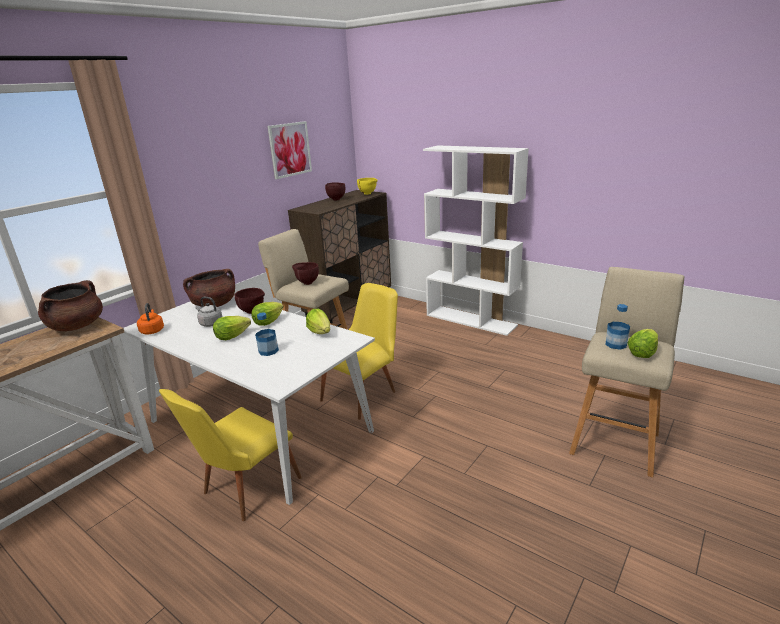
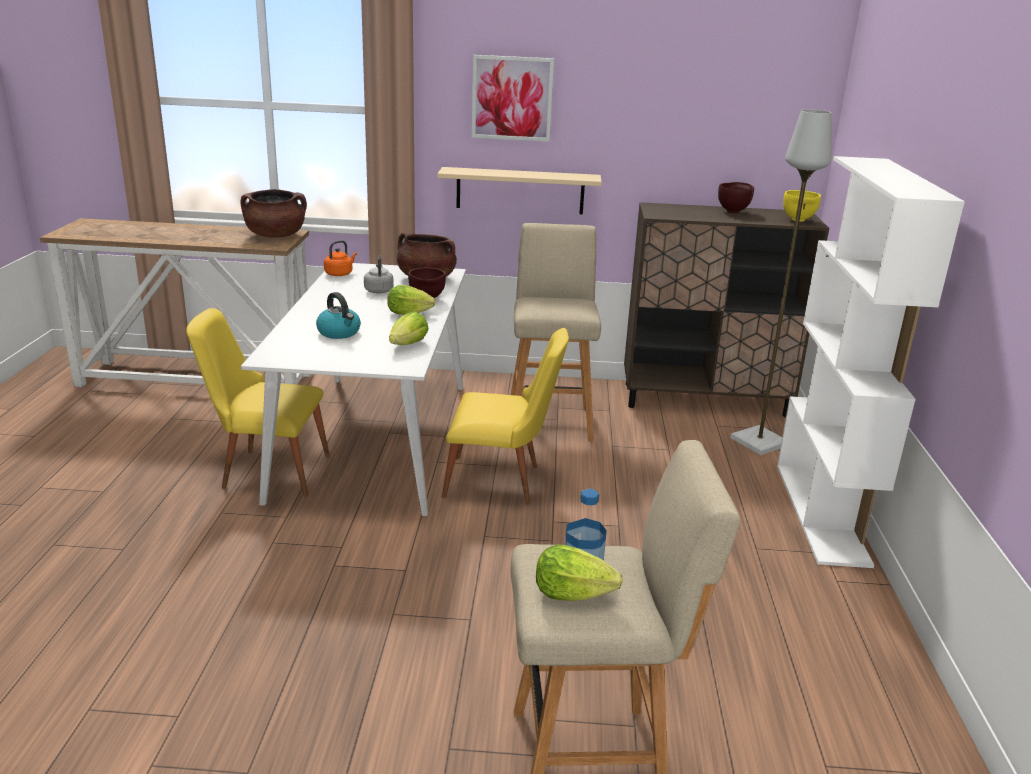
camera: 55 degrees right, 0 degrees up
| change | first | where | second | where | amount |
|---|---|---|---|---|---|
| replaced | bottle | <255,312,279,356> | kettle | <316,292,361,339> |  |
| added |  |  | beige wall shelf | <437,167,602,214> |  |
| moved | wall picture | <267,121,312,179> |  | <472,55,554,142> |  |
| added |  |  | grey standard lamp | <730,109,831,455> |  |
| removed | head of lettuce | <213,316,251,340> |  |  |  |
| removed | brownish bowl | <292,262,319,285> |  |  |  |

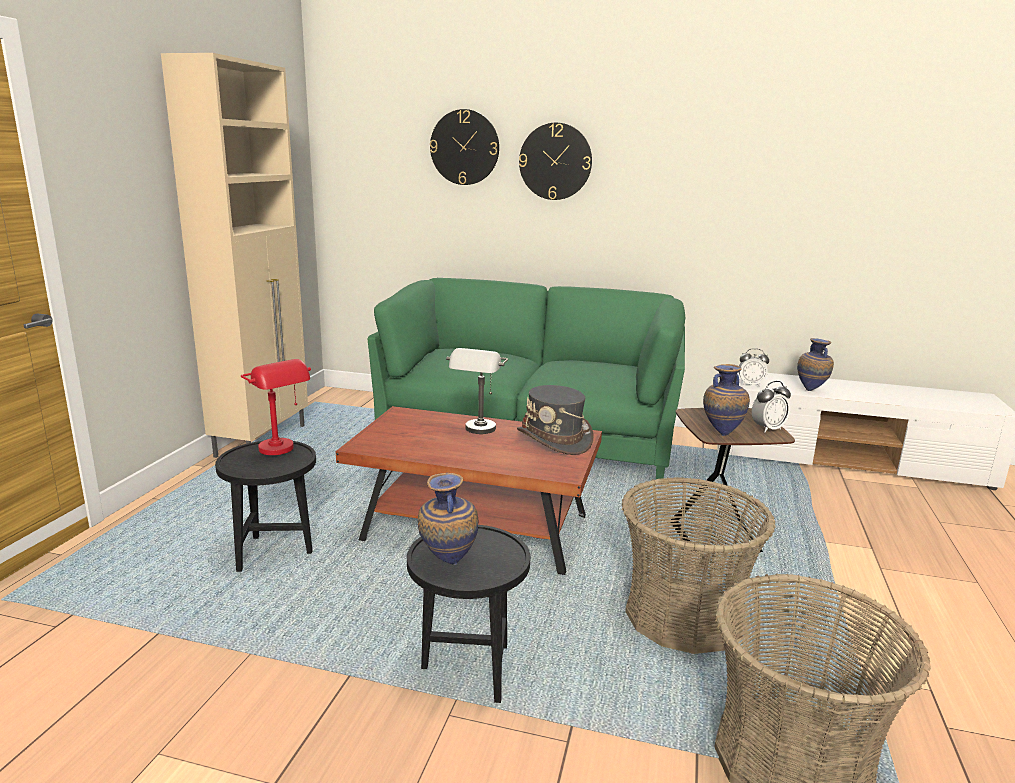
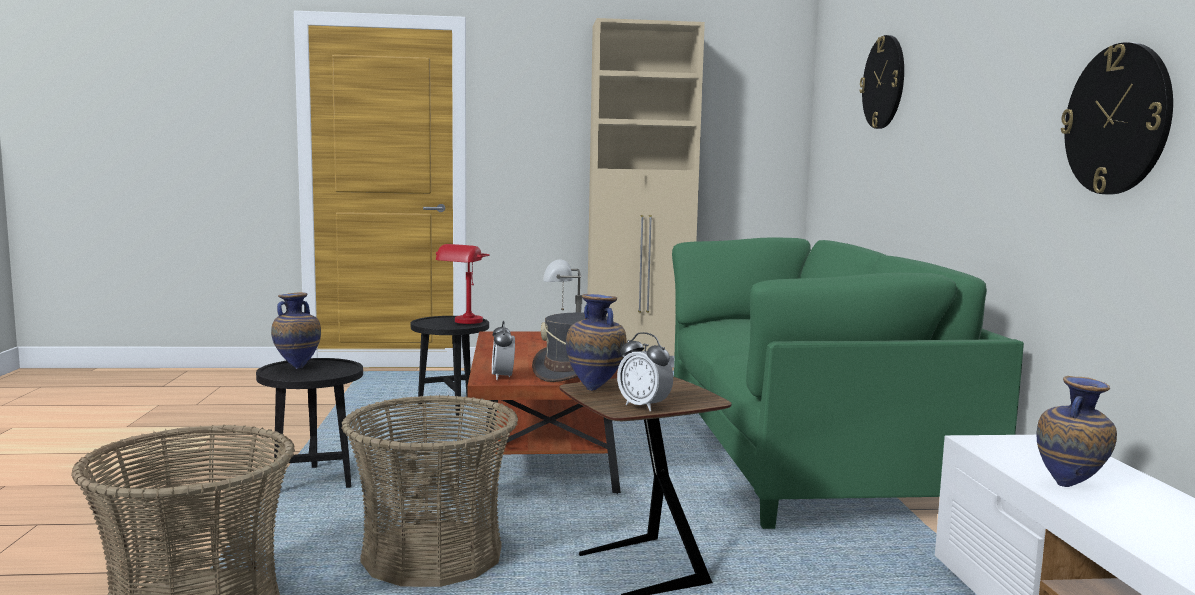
camera: 70 degrees right, 10 degrees down
| change | first | where | second | where | amount |
|---|---|---|---|---|---|
| moved | alarm clock | <739,348,769,387> |  | <492,321,515,380> |  |
| moved | clock on the wall | <519,123,592,200> |  | <1061,42,1173,194> |  |

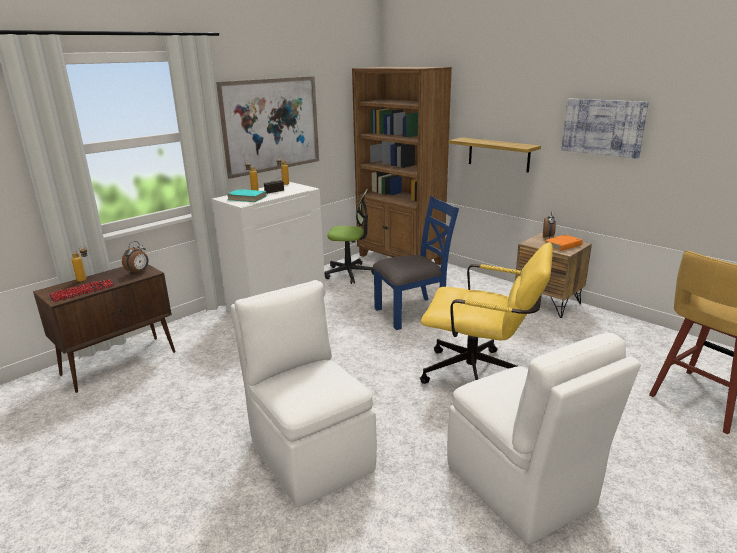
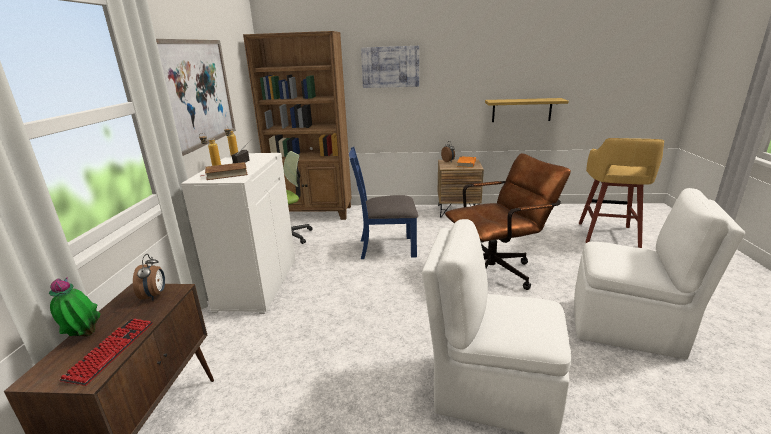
camera: 40 degrees left, 0 degrees up
| change | first | where | second | where | amount |
|---|---|---|---|---|---|
| replaced | bottle | <71,246,87,282> | plant in a pot | <49,277,100,337> |  |
| recoloured | blue-green bound book | <227,189,267,202> | brownish bound book | <202,162,248,180> |  |
| turned | blue-coloured upright chair | <373,196,459,330> |  | <349,147,418,259> | 120 degrees counterclockwise |
| moved | wall picture | <561,99,649,159> |  | <361,46,419,88> |  |
| recoloured | yellowish desk chair | <420,242,553,384> | brownish desk chair | <445,153,571,290> |  |
| moved | wall shelf | <448,137,541,172> |  | <485,98,569,122> |  |

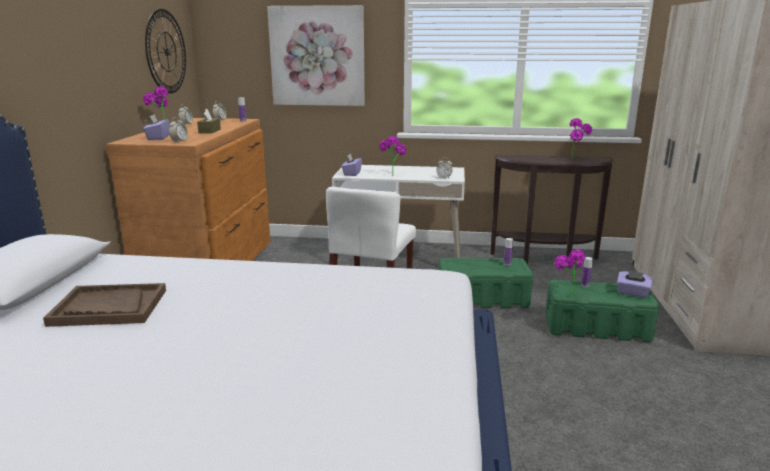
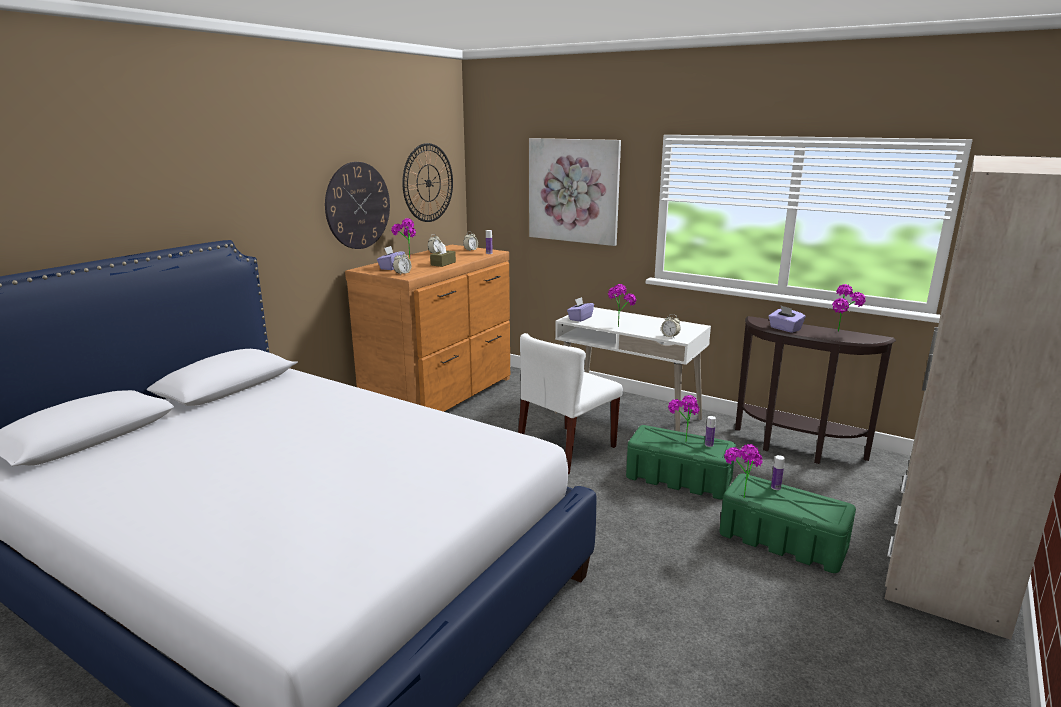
camera: 25 degrees right, 0 degrees up
| change | first | where | second | where | amount |
|---|---|---|---|---|---|
| added |  |  | clock on the wall | <325,162,390,249> |  |
| added |  |  | plant in a pot | <668,395,699,442> |  |
| moved | purplish box of tissues | <617,270,653,298> |  | <769,306,806,333> |  |
| removed | brownish carrying tray | <43,283,166,327> |  |  |  |

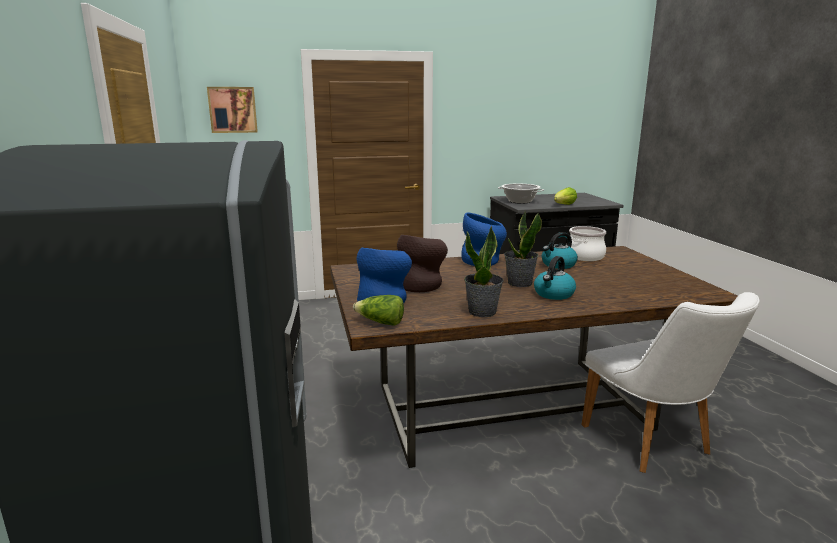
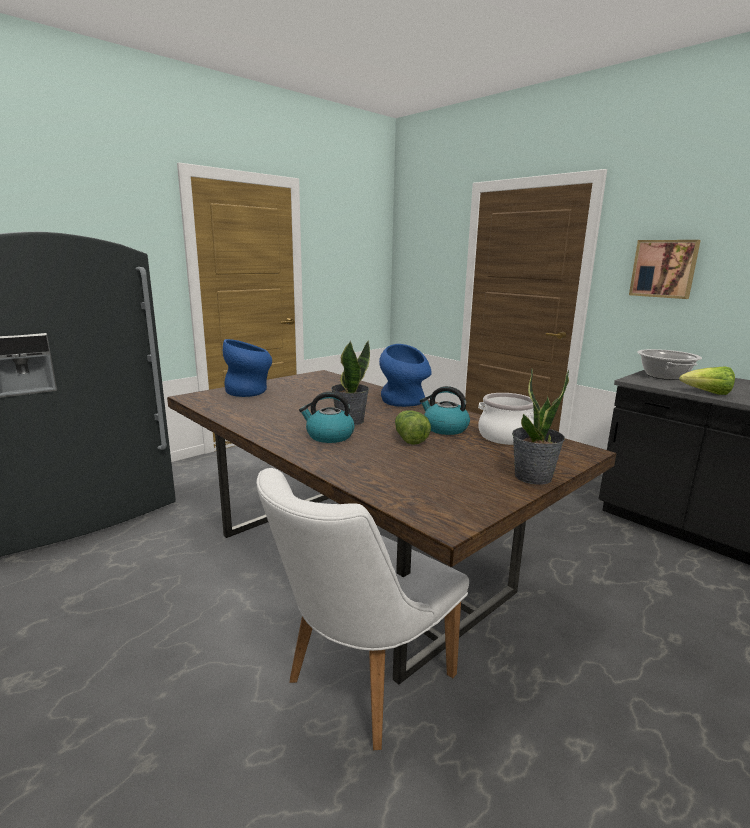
camera: 60 degrees right, 0 degrees up
| change | first | where | second | where | amount |
|---|---|---|---|---|---|
| moved | head of lettuce | <353,295,404,326> |  | <395,410,431,445> |  |
| moved | plant in a pot | <464,226,504,317> |  | <512,369,569,485> |  |
| moved | wall picture | <207,87,258,133> |  | <629,240,701,299> |  |
| removed | brownish vase | <397,235,448,292> |  |  |  |

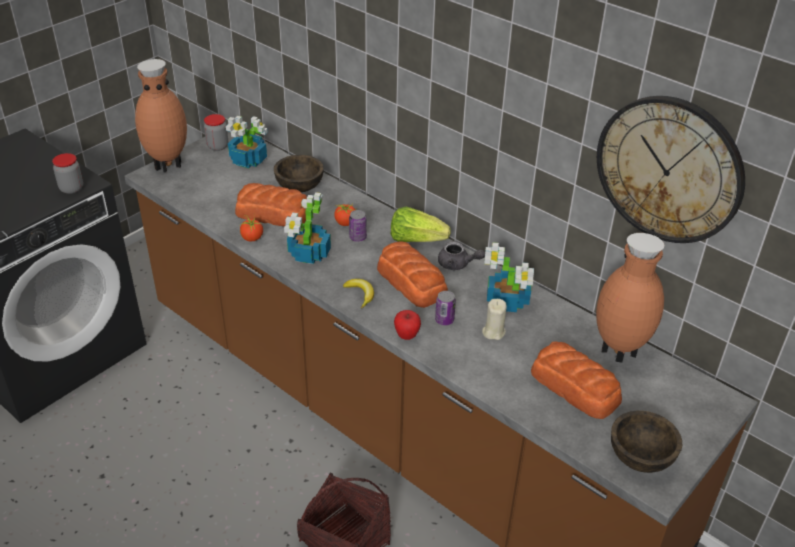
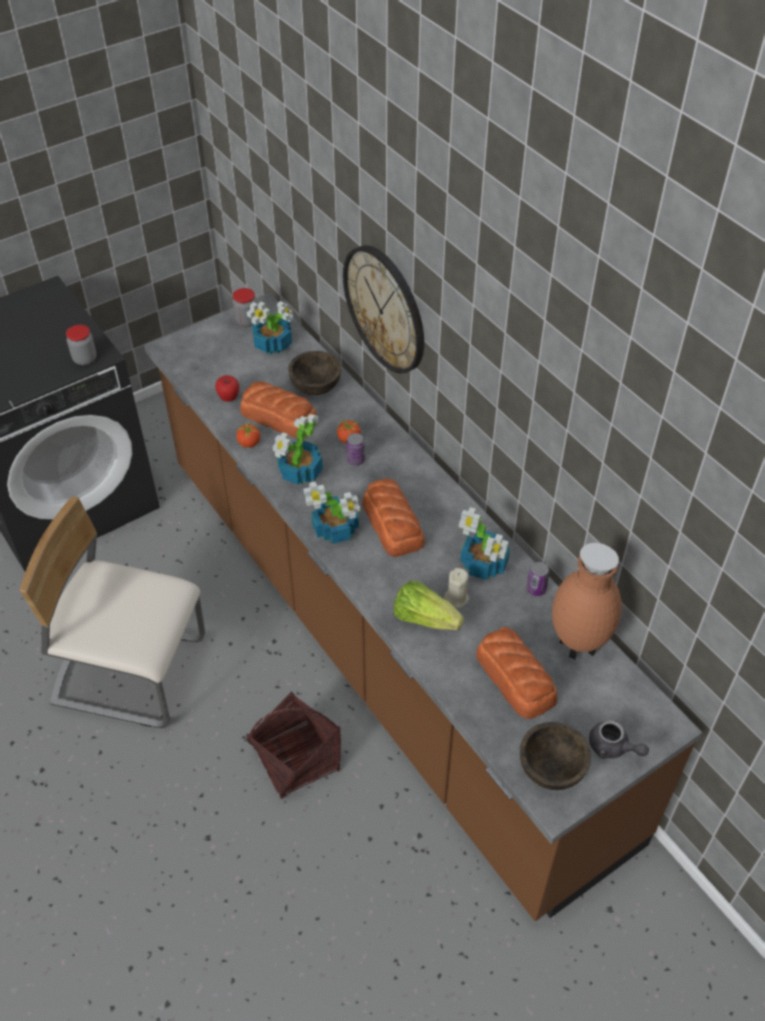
camera: 15 degrees right, 10 degrees up
| change | first | where | second | where | amount |
|---|---|---|---|---|---|
| added |  |  | beige upright chair | <20,496,205,728> |  |
| moved | whole apple | <394,310,421,340> |  | <215,375,239,402> |  |
| replaced | whole banana | <343,279,374,309> | plant in a pot | <303,482,360,544> |  |
| moved | clock on the wall | <597,96,745,243> |  | <343,245,424,374> |  |
| moved | head of lettuce | <391,207,451,242> |  | <394,581,464,630> |  |
| moved | sealed can | <435,291,456,326> |  | <526,562,550,596> |  |
| moved | grey tea pot | <438,242,485,270> |  | <589,720,649,759> |  |
| removed | brownish vase | <135,59,187,173> |  |  |  |

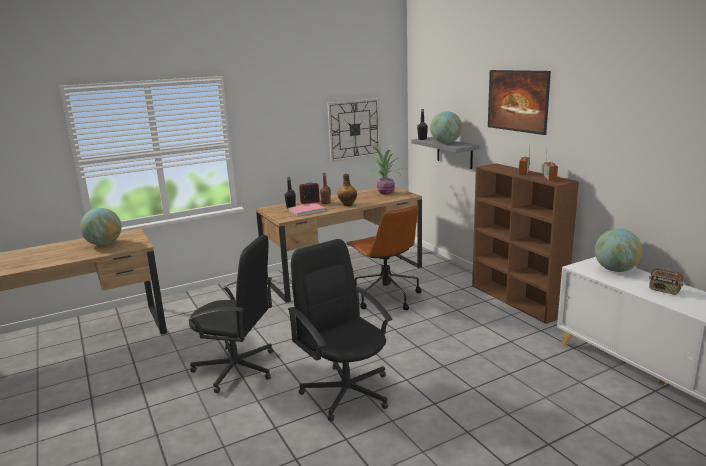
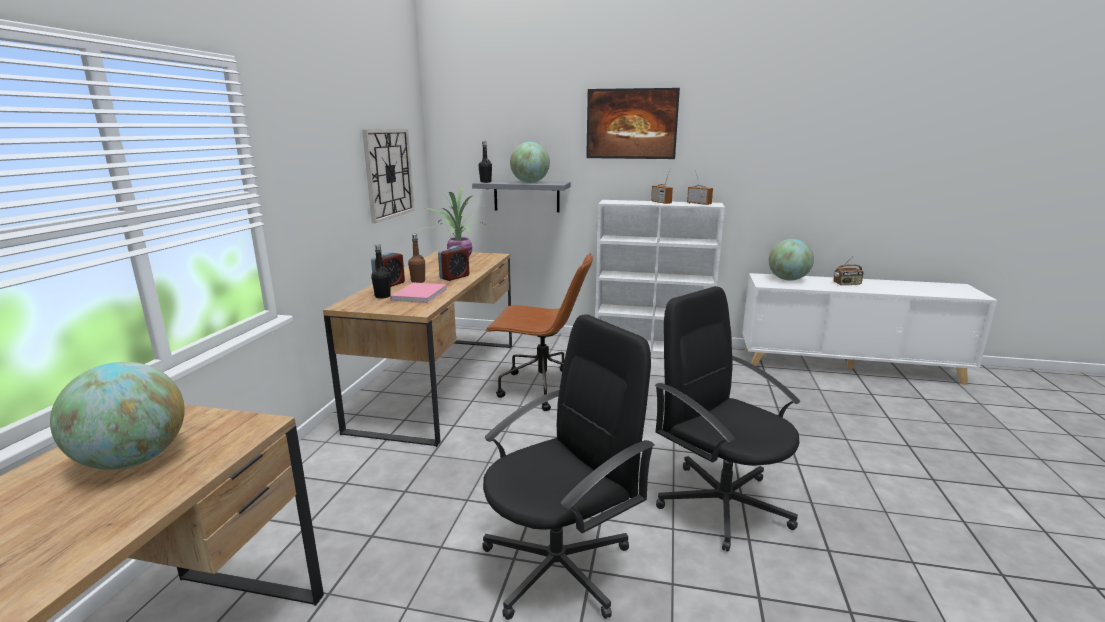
camera: 50 degrees left, 0 degrees up
| change | first | where | second | where | amount |
|---|---|---|---|---|---|
| replaced | bottle | <338,174,357,206> | alarm clock | <438,246,469,281> |  |
| recoloured | brownish bookcase | <472,163,579,324> | whitish bookcase | <595,200,725,353> |  |
| turned | blackish desk chair | <288,239,392,422> |  | <655,286,800,552> | 45 degrees clockwise |

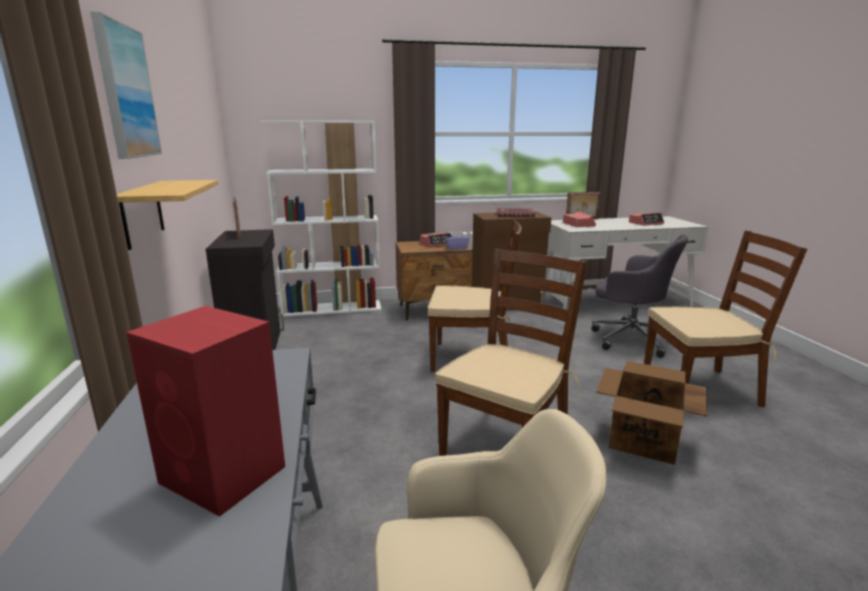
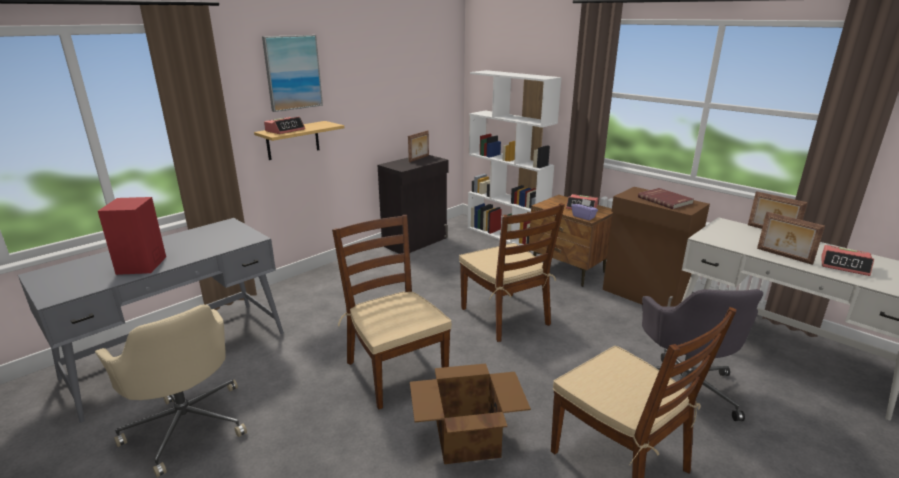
camera: 55 degrees right, 5 degrees up
| change | first | where | second | where | amount |
|---|---|---|---|---|---|
| moved | alarm clock | <563,212,596,227> |  | <264,117,305,134> |  |
| turned | brownish upright chair | <435,249,587,456> |  | <332,215,452,409> | 120 degrees counterclockwise |
| added |  |  | picture frame | <757,212,825,265> |  |

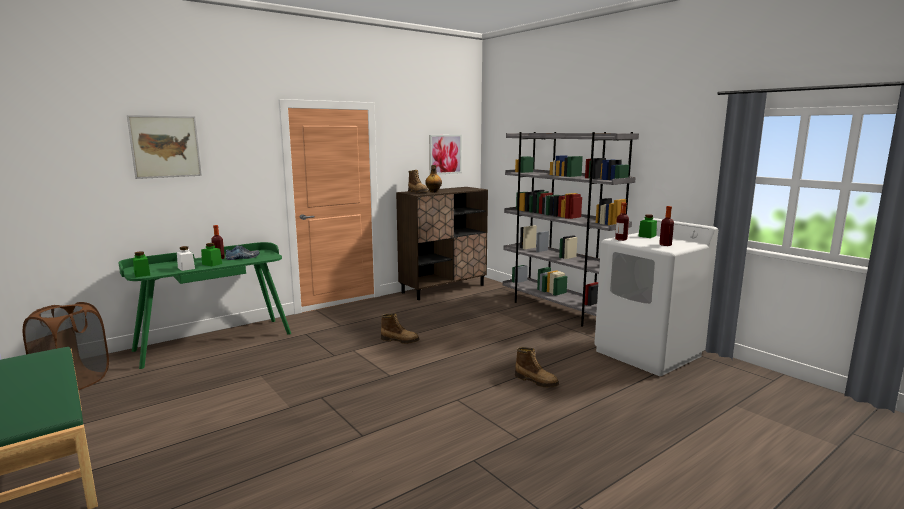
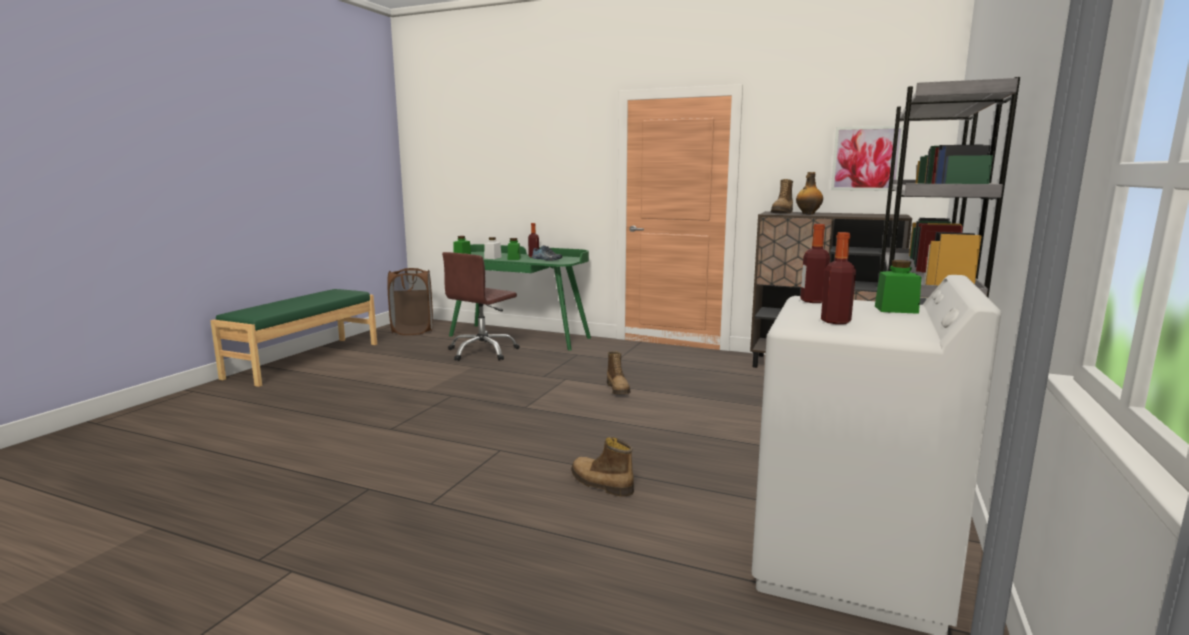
camera: 60 degrees right, 0 degrees up
| change | first | where | second | where | amount |
|---|---|---|---|---|---|
| added |  |  | brownish desk chair | <442,252,520,361> |  |
| turned | boot | <515,347,559,387> |  | <571,437,634,497> | 120 degrees clockwise |
| removed | wall picture | <127,115,202,179> |  |  |  |

